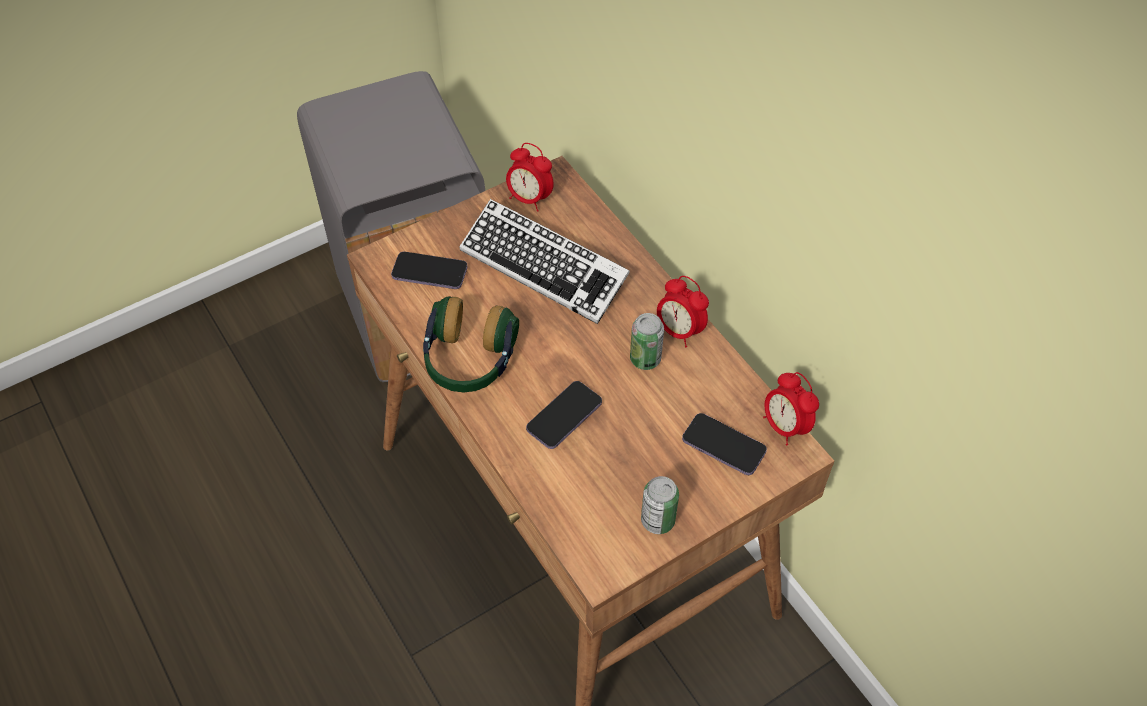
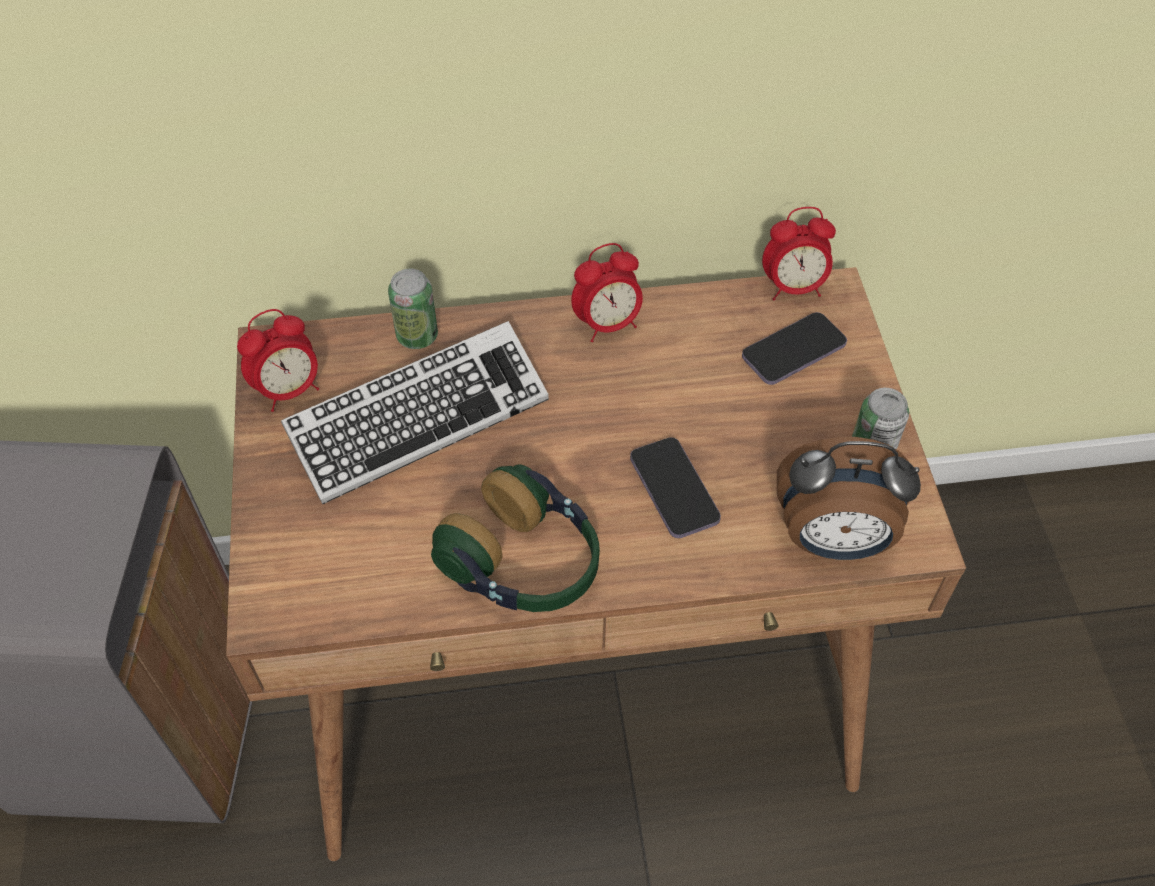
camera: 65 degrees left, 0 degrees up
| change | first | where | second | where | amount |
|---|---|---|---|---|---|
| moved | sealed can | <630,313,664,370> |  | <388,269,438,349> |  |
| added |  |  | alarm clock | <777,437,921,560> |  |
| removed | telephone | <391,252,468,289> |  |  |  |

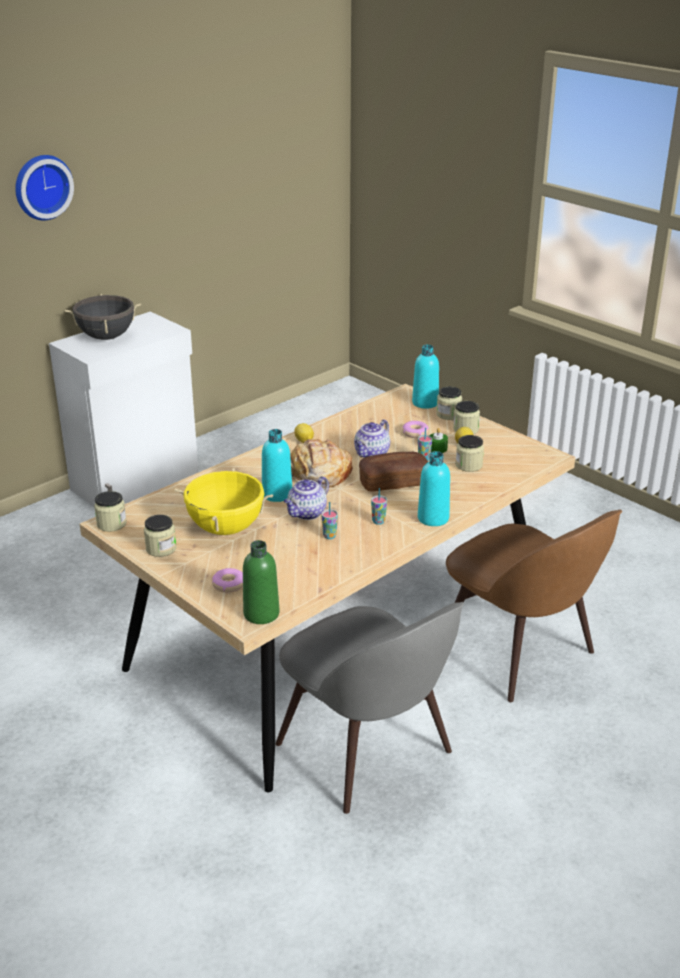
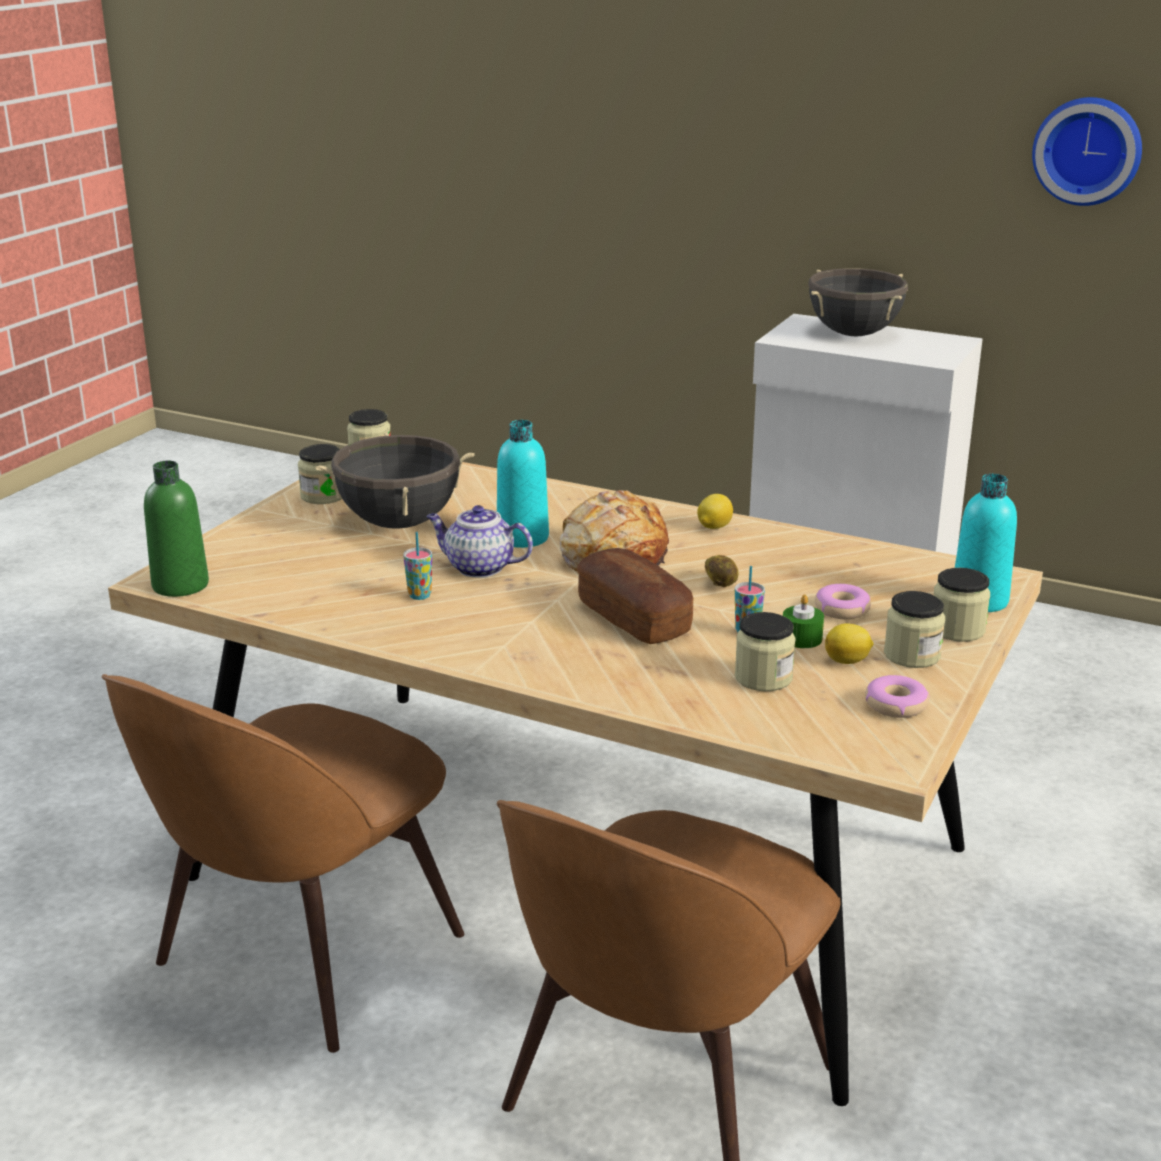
camera: 70 degrees right, 5 degrees down
| change | first | where | second | where | amount |
|---|---|---|---|---|---|
| recoloured | grey upright chair | <275,602,464,814> | brownish upright chair | <102,674,464,1053> |  |
| recoloured | yellowish stockpot | <175,468,273,535> | blackish stockpot | <316,432,475,529> |  |
| replaced | tea pot | <354,420,390,458> | whole potato | <705,555,739,587> |  |
| moved | donut | <212,568,243,593> |  | <865,675,929,718> |  |
| moved | clock on the wall | <15,155,74,220> |  | <1032,97,1142,206> |  |
| removed | drinking cup | <371,488,387,525> |  |  |  |
| removed | blue-green bottle | <418,451,450,526> |  |  |  |

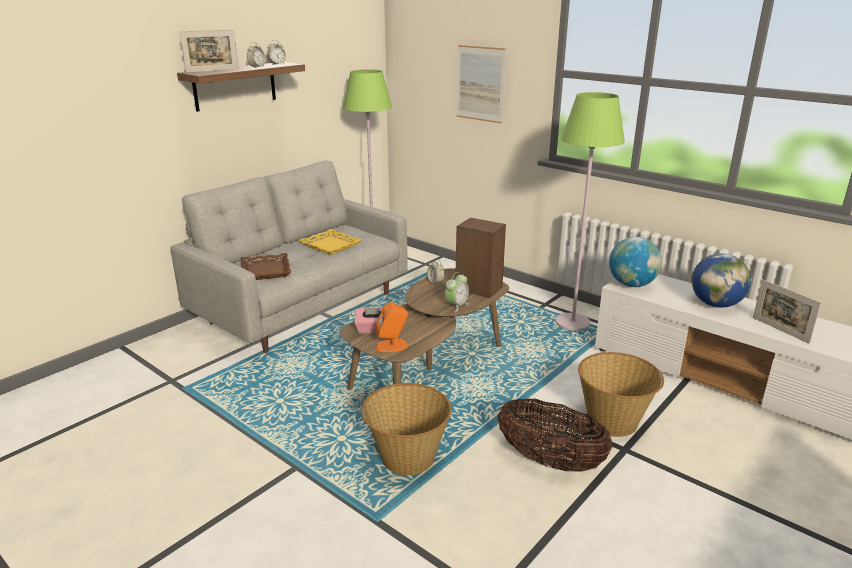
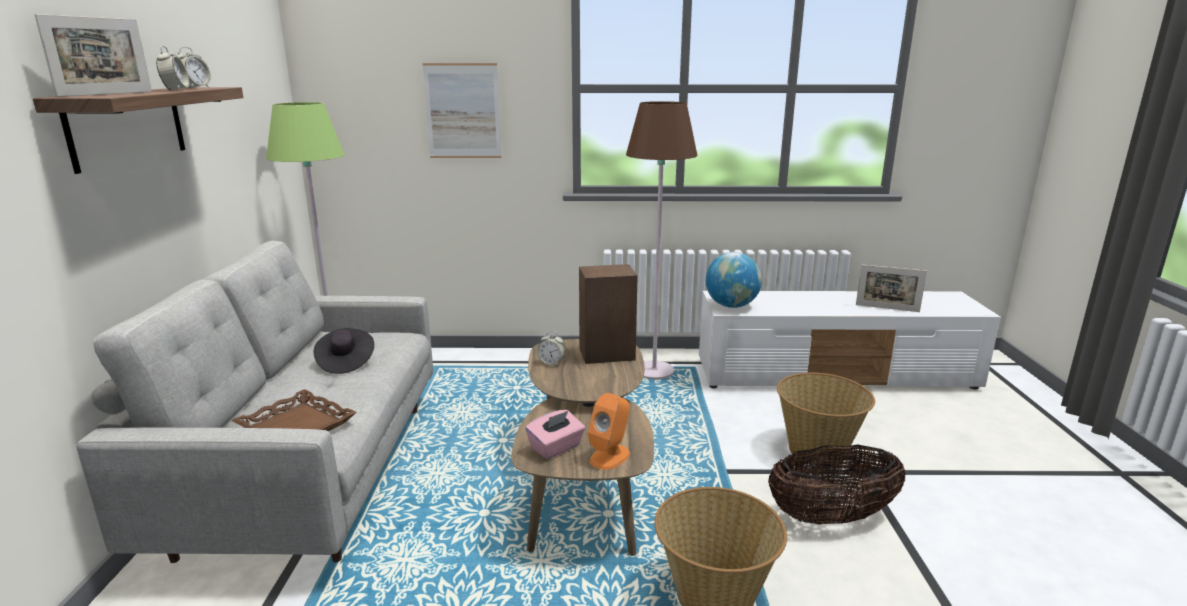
camera: 40 degrees left, 5 degrees down
| change | first | where | second | where | amount |
|---|---|---|---|---|---|
| replaced | yellowish carrying tray | <299,229,362,255> | blackish clothing hat | <314,328,374,374> |  |
| recoloured | green-coloured standard lamp | <556,92,625,331> | brownish standard lamp | <626,101,698,380> |  |
| removed | alarm clock | <445,272,469,312> |  |  |  |
| removed | desk globe | <692,253,751,308> |  |  |  |

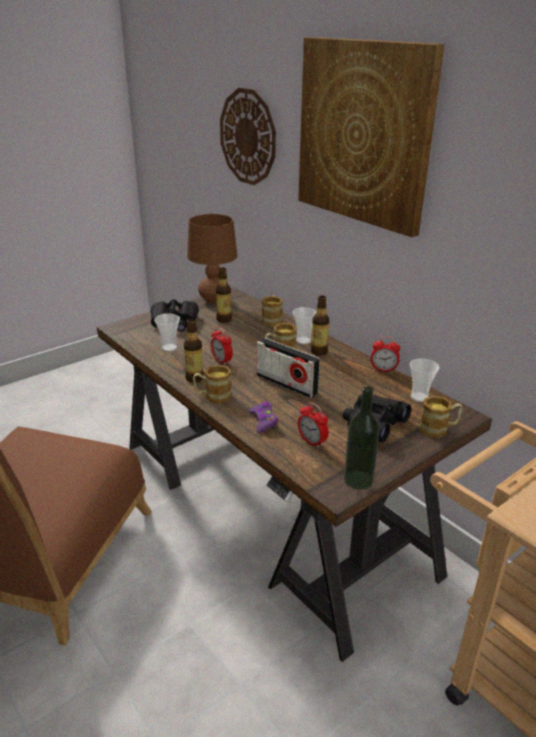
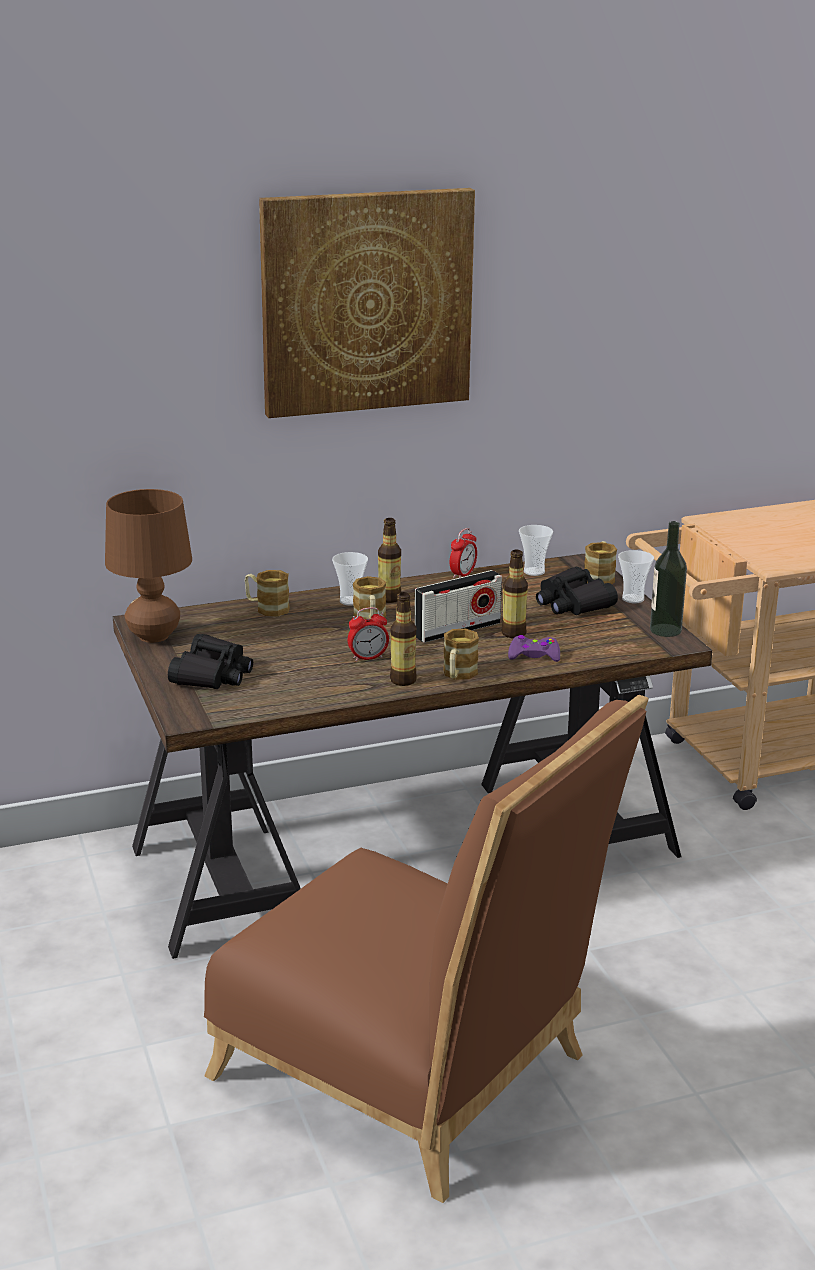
camera: 70 degrees left, 5 degrees down
| change | first | where | second | where | amount |
|---|---|---|---|---|---|
| moved | bottle | <216,267,232,323> |  | <501,550,528,638> |  |
| moved | drinking cup | <154,314,180,351> |  | <618,550,654,603> |  |
| removed | clock on the wall | <220,88,276,185> |  |  |  |
| removed | alarm clock | <298,402,329,448> |  |  |  |

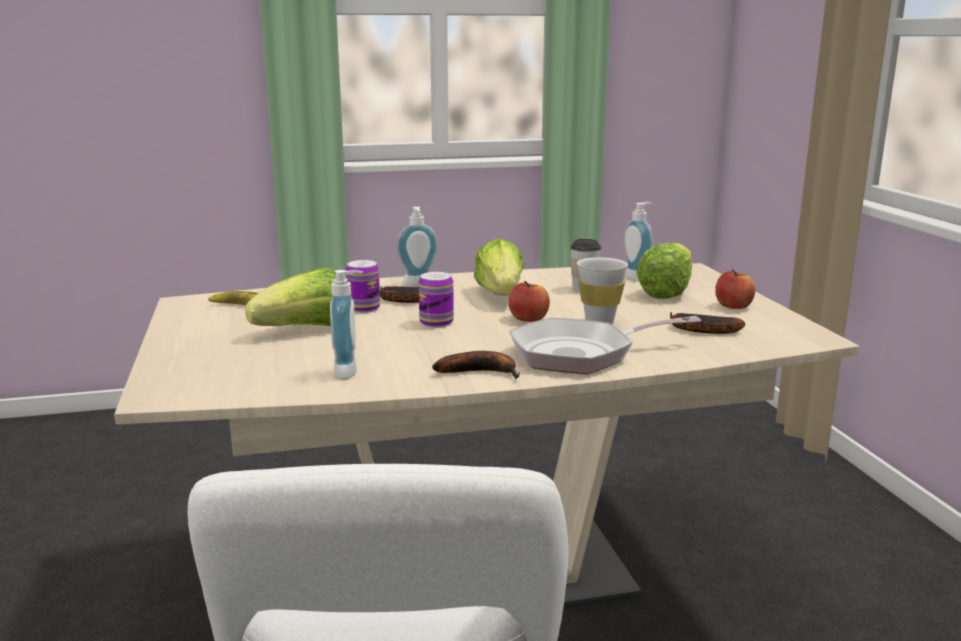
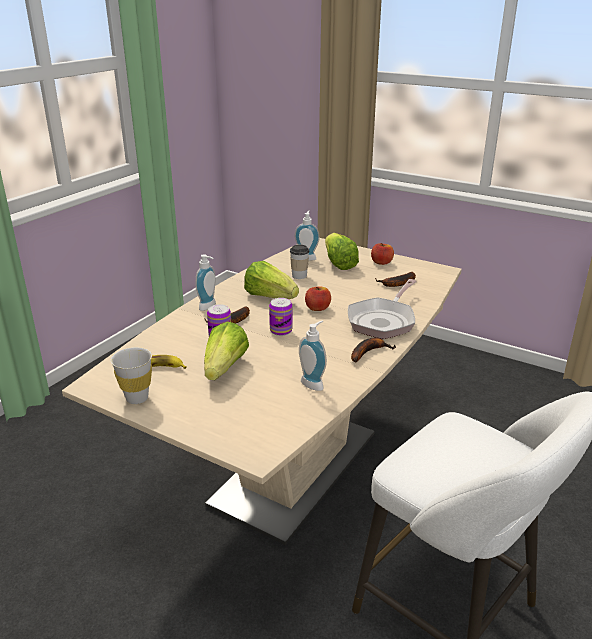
camera: 45 degrees left, 10 degrees up
| change | first | where | second | where | amount |
|---|---|---|---|---|---|
| moved | whitish drinking cup | <577,257,628,324> |  | <111,347,152,404> |  |

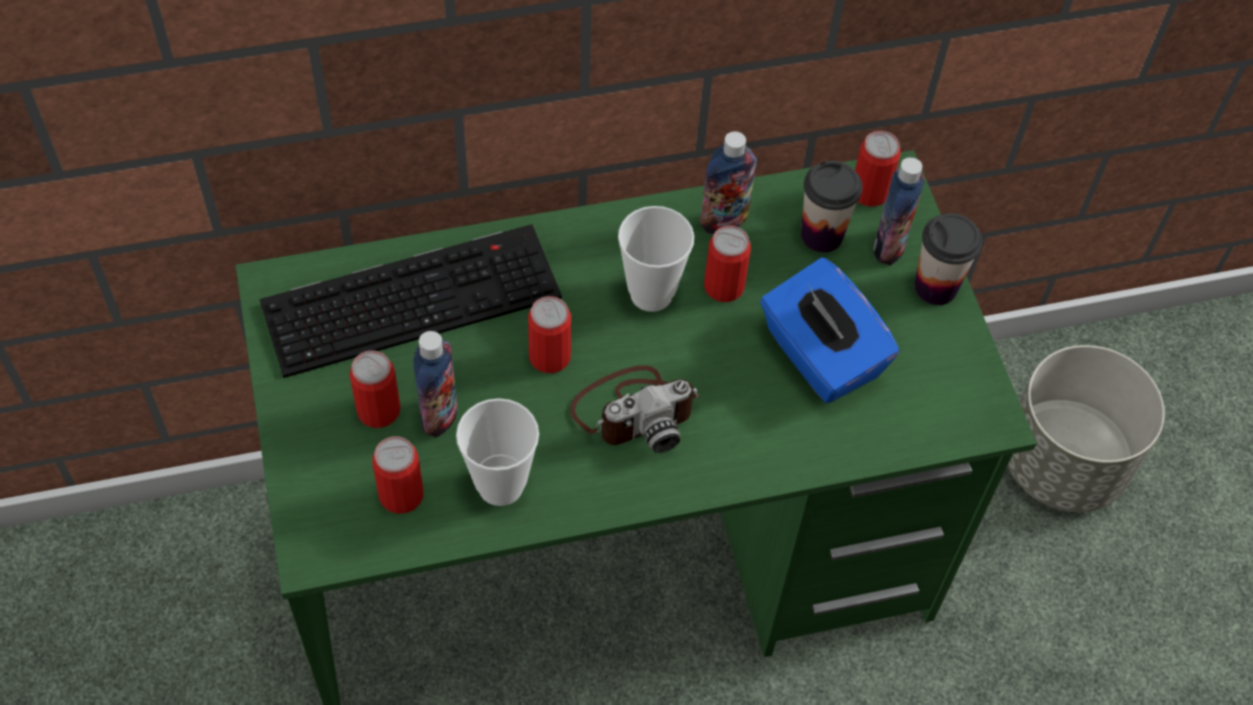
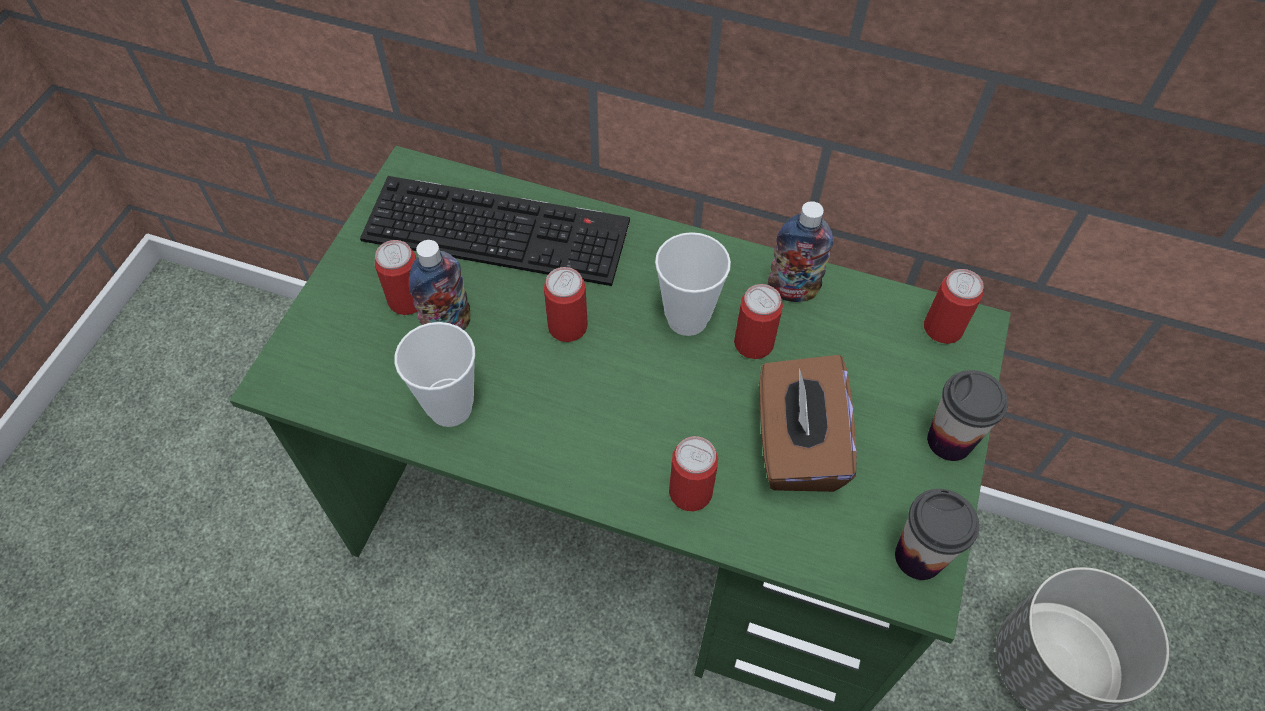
camera: 35 degrees right, 0 degrees up
| change | first | where | second | where | amount |
|---|---|---|---|---|---|
| moved | sealed can | <373,436,424,514> |  | <669,436,718,511> |  |
| recoloured | blue-coloured box of tissues | <760,257,900,403> | brownish box of tissues | <760,355,857,492> |  |
| moved | drinking cup | <801,161,862,252> |  | <895,489,979,580> |  |
| removed | photo camera | <570,365,700,453> |  |  |  |
| removed | bottle | <874,157,924,265> |  |  |  |

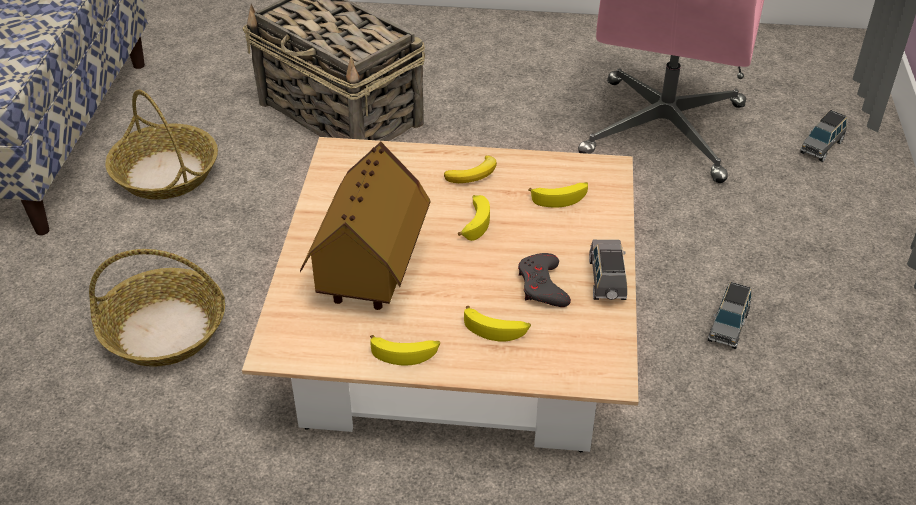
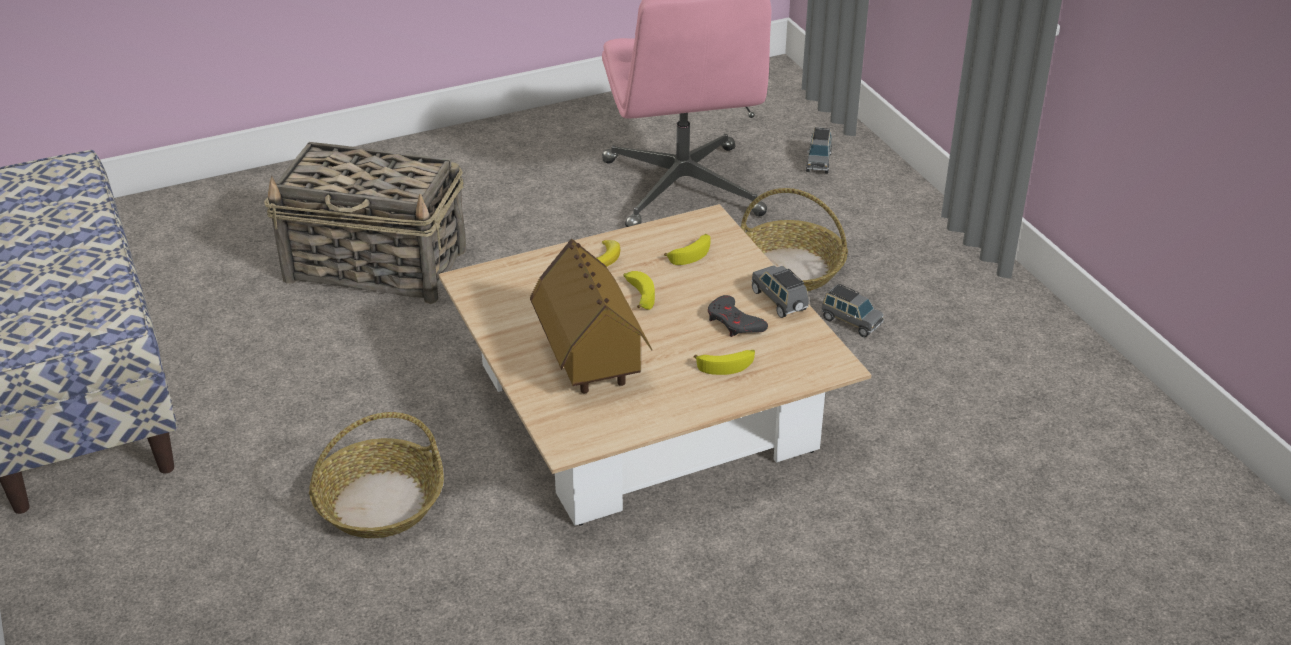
camera: 30 degrees left, 5 degrees down
| change | first | where | second | where | amount |
|---|---|---|---|---|---|
| moved | household basket | <105,90,218,200> |  | <741,188,848,291> |  |
| turned | grey model car | <708,282,752,349> |  | <821,284,884,337> | 45 degrees counterclockwise |
| removed | whole banana | <370,335,440,365> |  |  |  |

